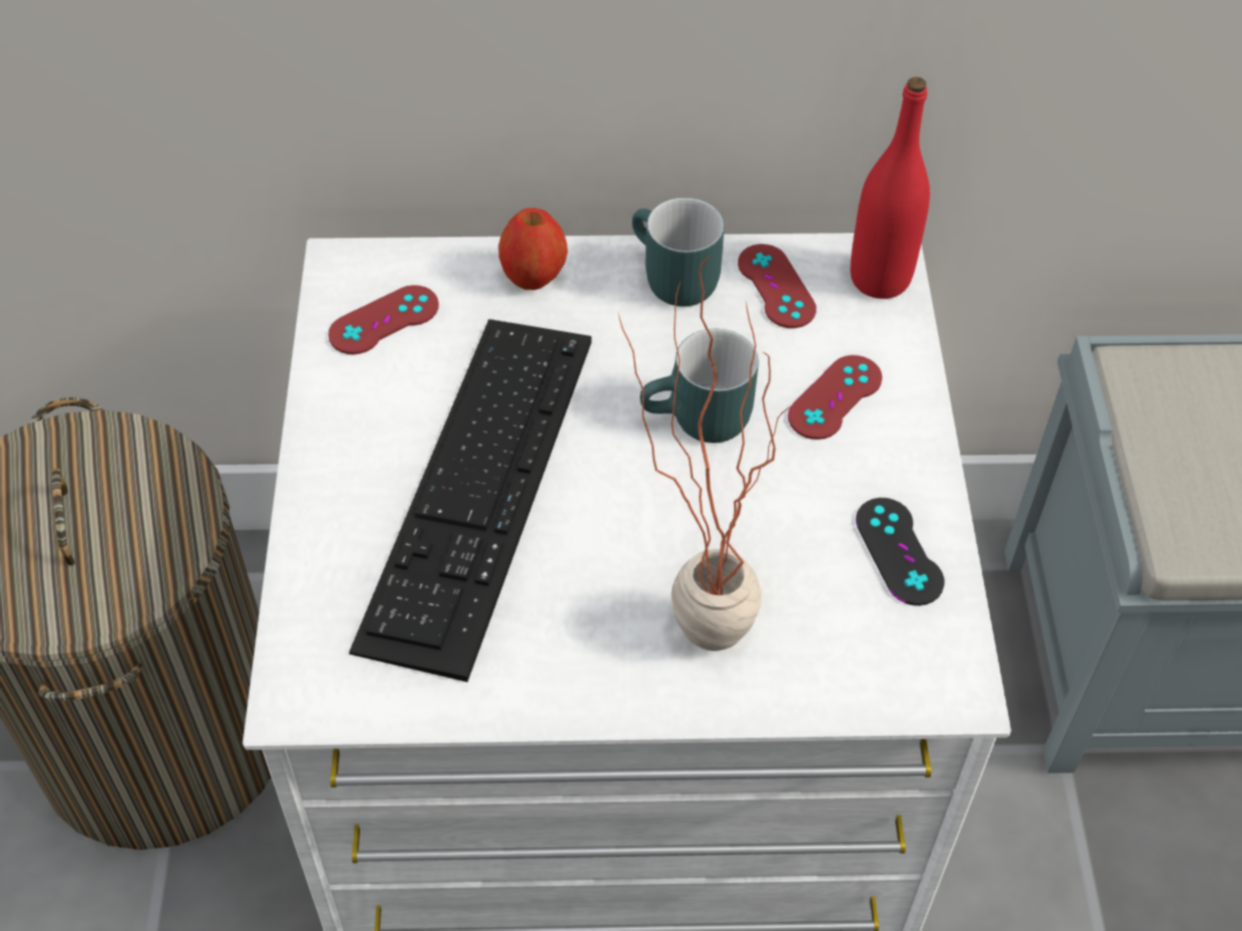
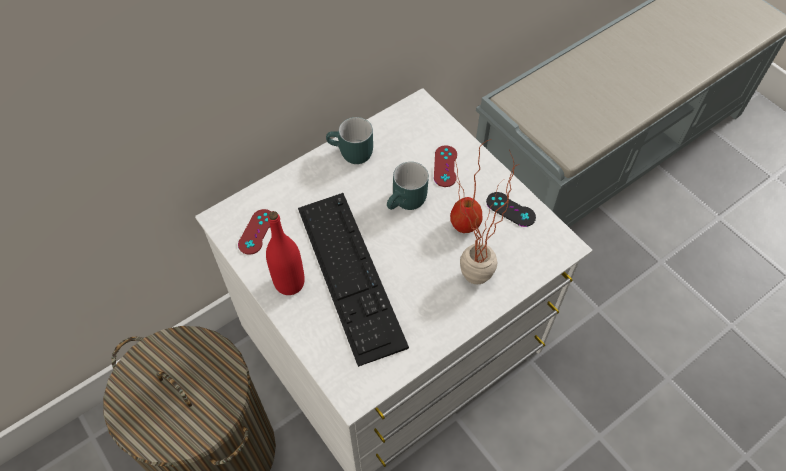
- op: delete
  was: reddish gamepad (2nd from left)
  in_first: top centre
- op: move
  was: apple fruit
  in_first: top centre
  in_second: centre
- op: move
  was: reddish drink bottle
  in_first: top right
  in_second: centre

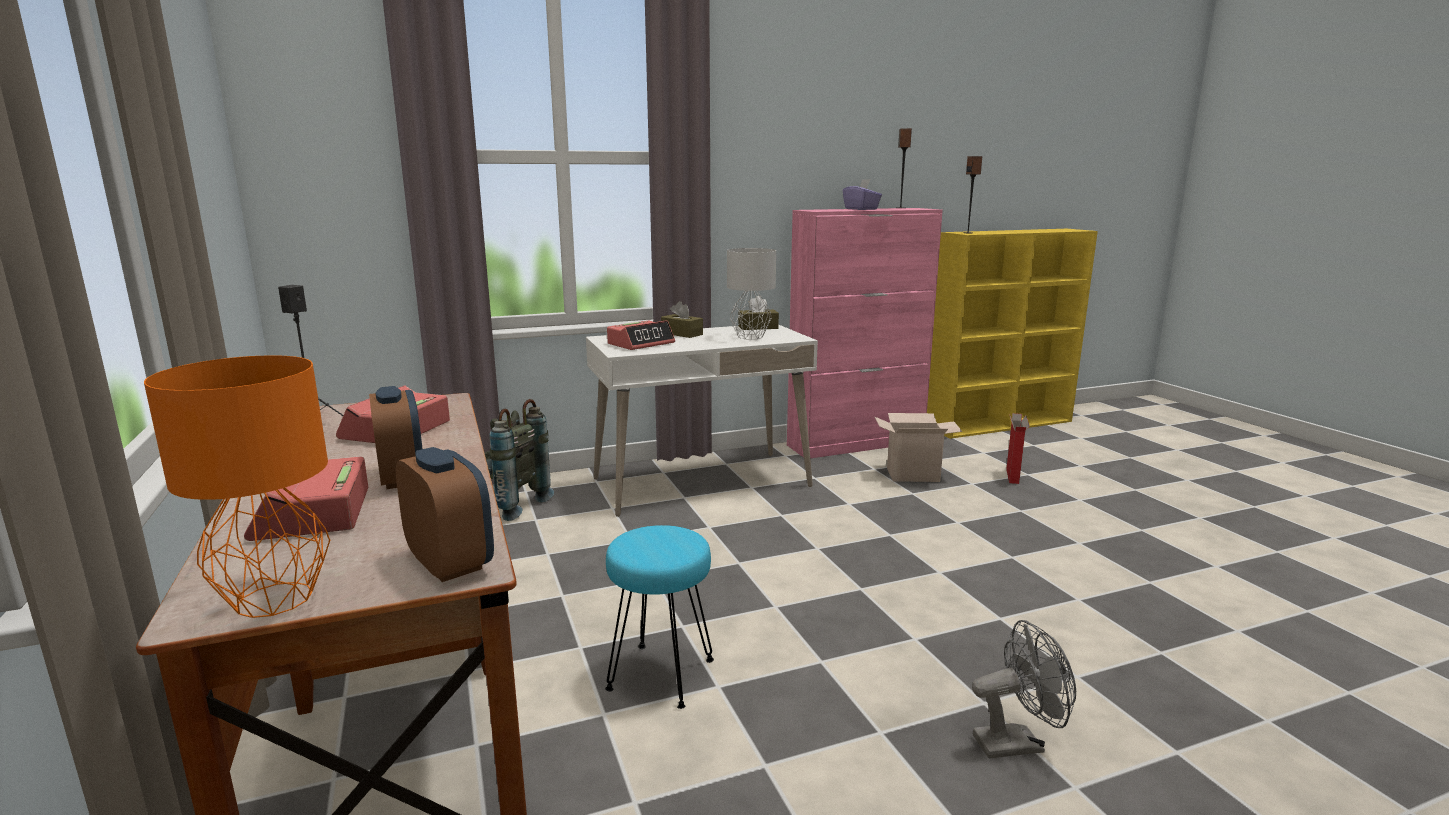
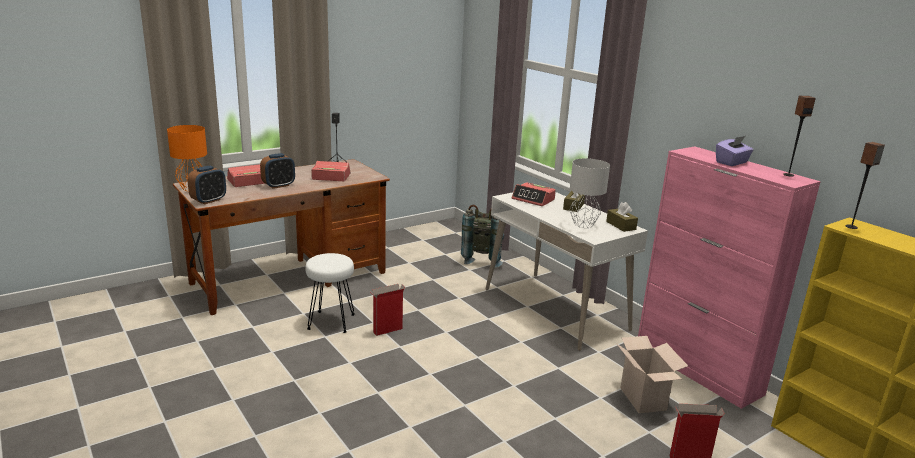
- op: delete
  was: greyish electric fan
  in_first: bottom right
- op: insert
  now: packing box (1st from left)
  in_second: bottom centre
- op: recolor
  was: turquoise sitting stool
  now: white sitting stool
  in_first: bottom centre
  in_second: centre

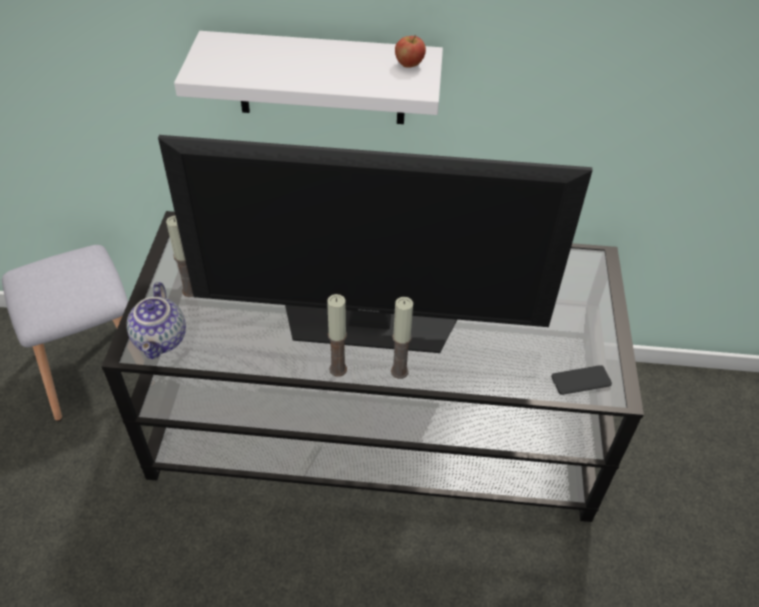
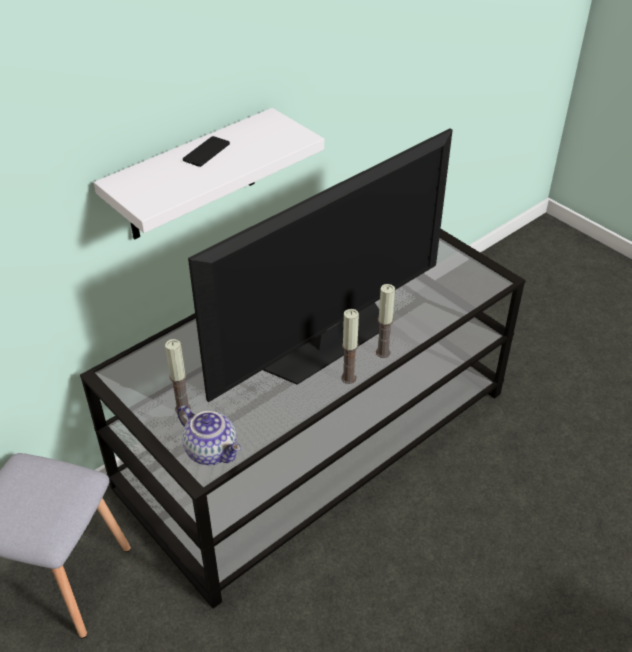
- op: delete
  was: apple fruit
  in_first: top centre
- op: move
  was: handset
  in_first: middle right
  in_second: top left

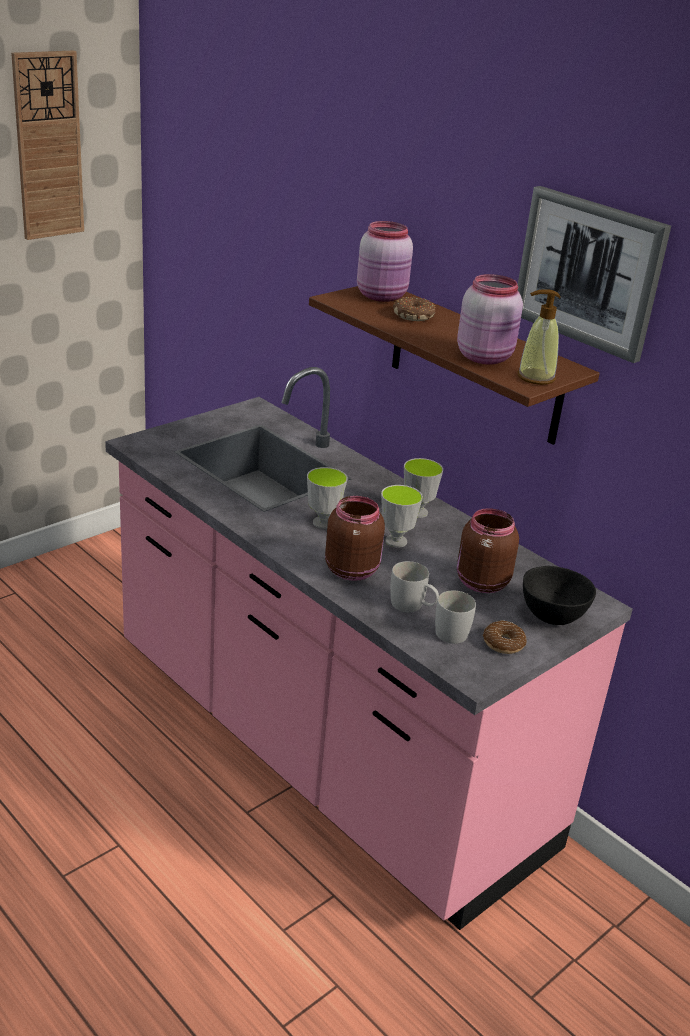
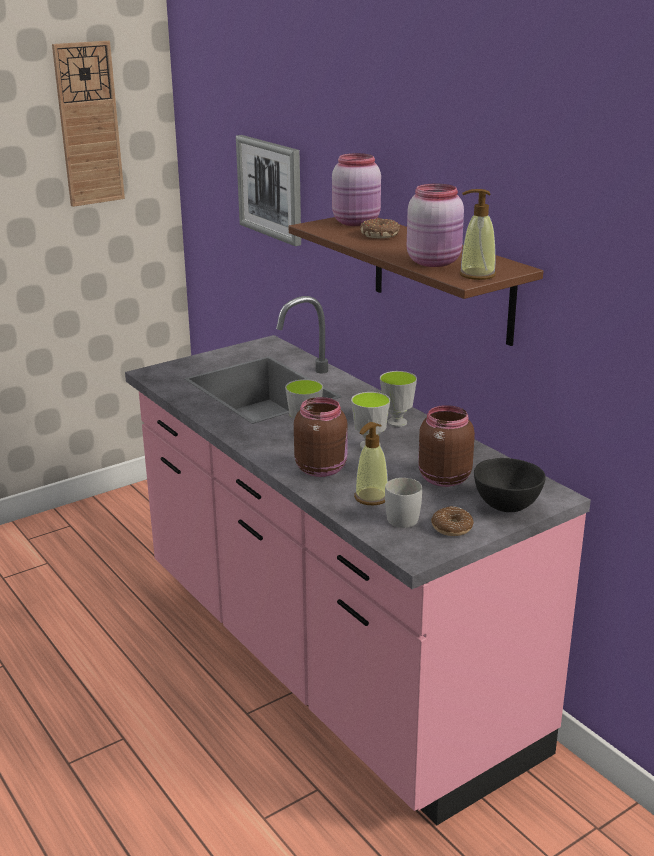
- op: move
  was: picture
  in_first: top right
  in_second: top centre
- op: replace
  was: white mug (1st from left)
  now: soap bottle (1st from left)
  in_first: centre
  in_second: centre

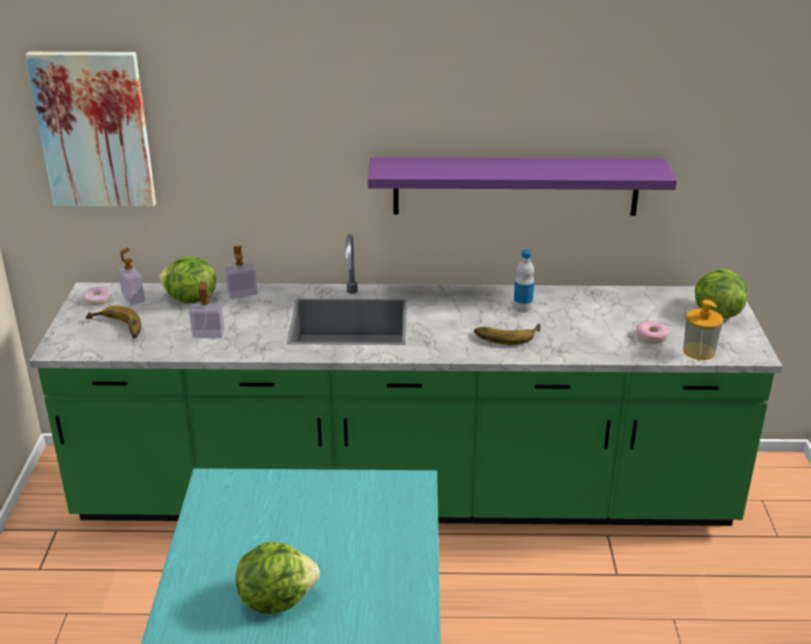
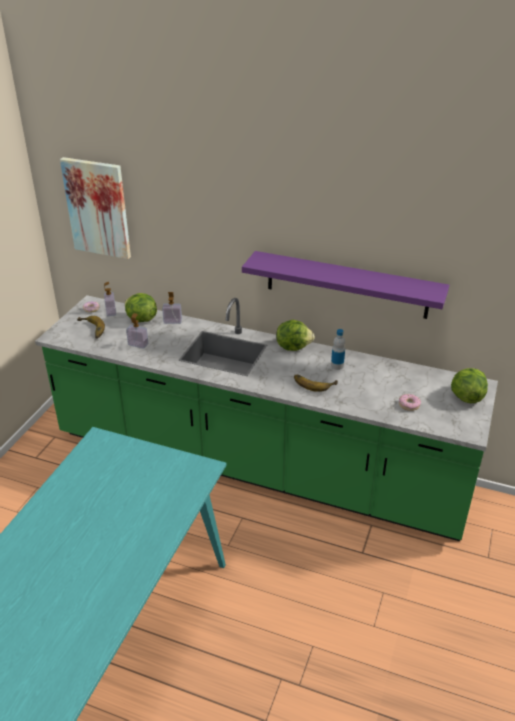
- op: delete
  was: soap bottle (4th from left)
  in_first: middle right
- op: move
  was: head of lettuce (2nd from left)
  in_first: bottom centre
  in_second: centre

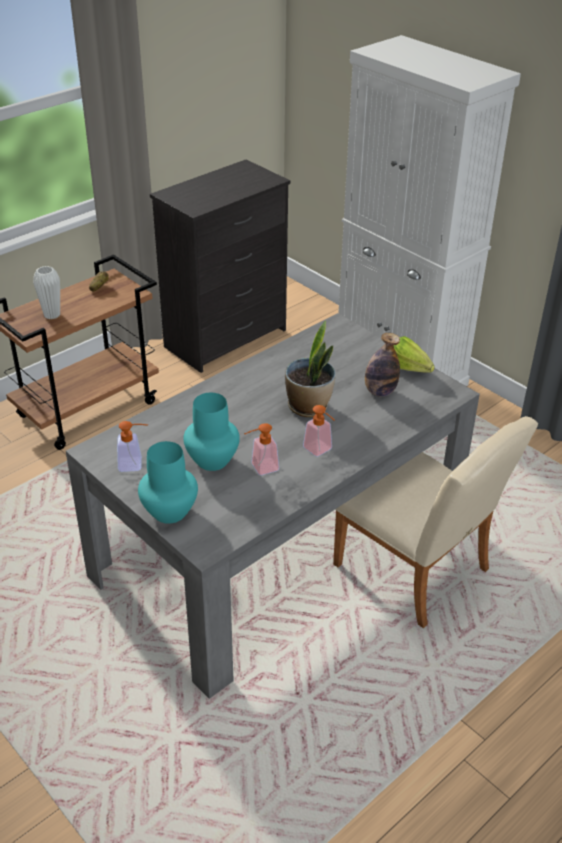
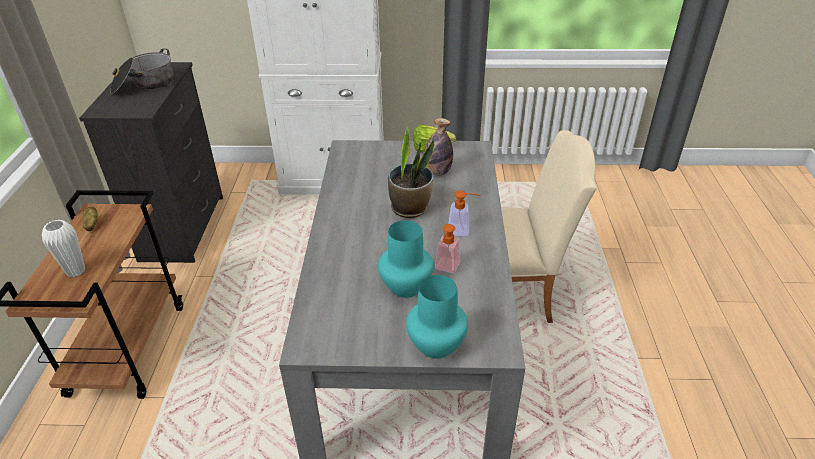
- op: delete
  was: soap bottle (1st from left)
  in_first: middle left
- op: insert
  now: cooking pot
  in_second: top left

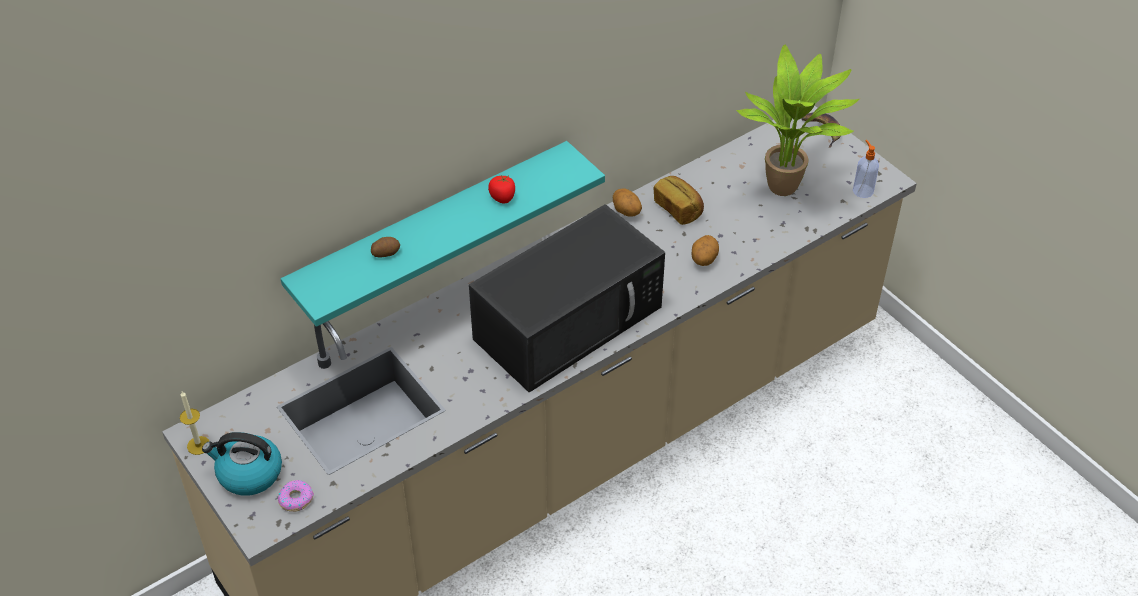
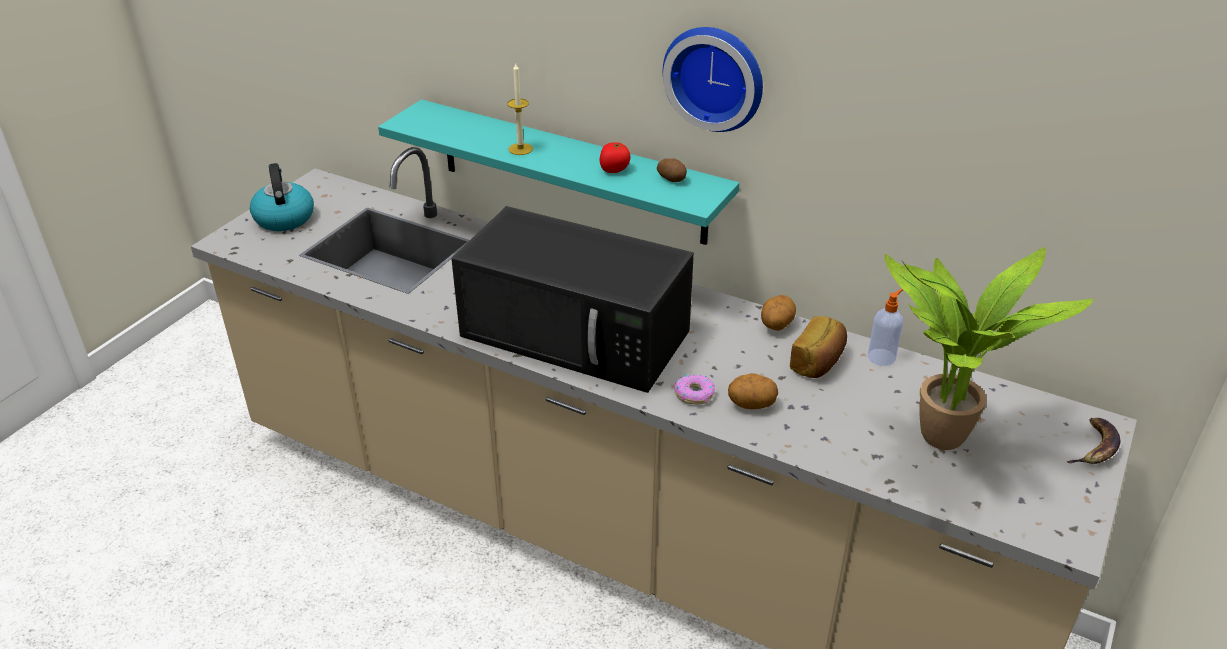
- op: insert
  now: hanging clock
  in_second: top centre
- op: move
  was: wax light
  in_first: bottom left
  in_second: top centre
- op: move
  was: doughnut
  in_first: bottom left
  in_second: centre
- op: move
  was: spud (1st from left)
  in_first: centre
  in_second: top centre
- op: move
  was: soap bottle
  in_first: top right
  in_second: middle right

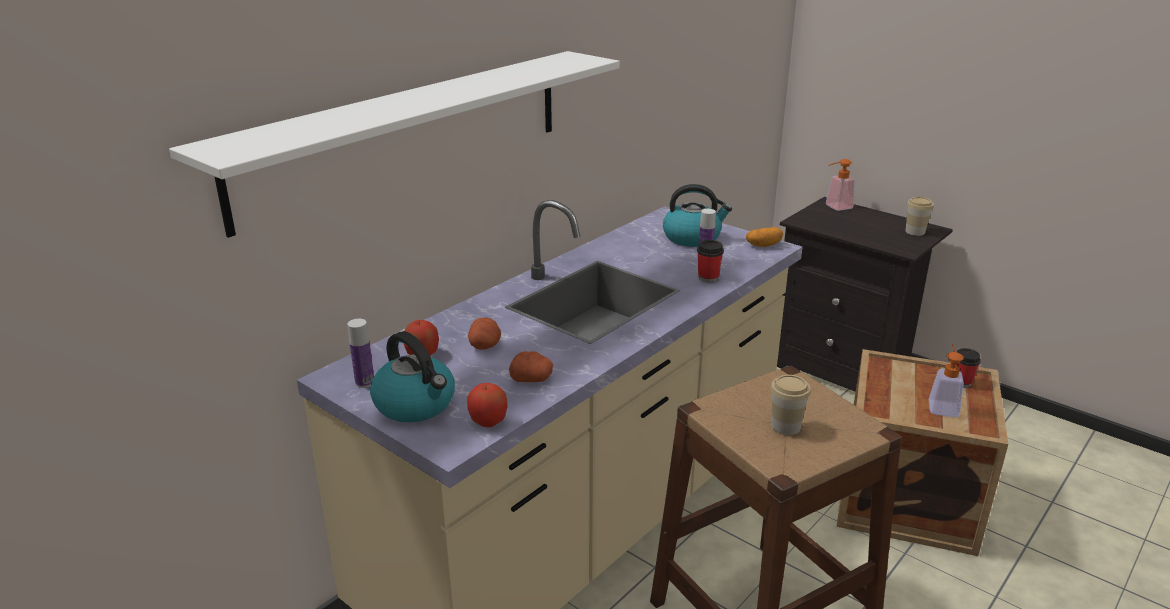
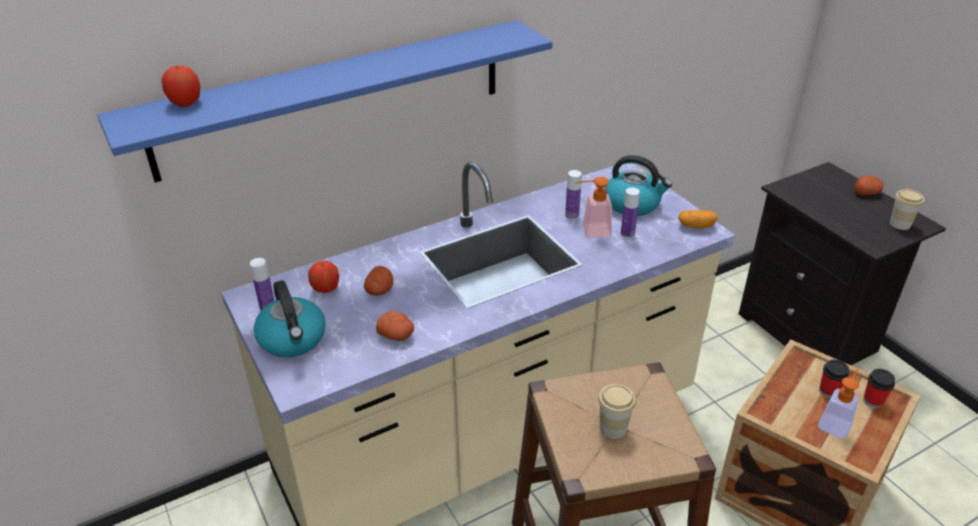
- op: insert
  now: drink bottle (2nd from left)
  in_second: centre
- op: insert
  now: spud (4th from left)
  in_second: middle right
- op: move
  was: apple fruit (2nd from left in the first image)
  now: apple fruit (1st from left)
  in_first: centre
  in_second: top left
- op: move
  was: cup (1st from left in the first image)
  now: cup (2nd from left)
  in_first: centre
  in_second: bottom right
- op: move
  was: soap bottle (1st from left)
  in_first: top right
  in_second: centre
- op: recolor
  was: white wall shelf
  now: bluish wall shelf
  in_first: top centre
  in_second: top left

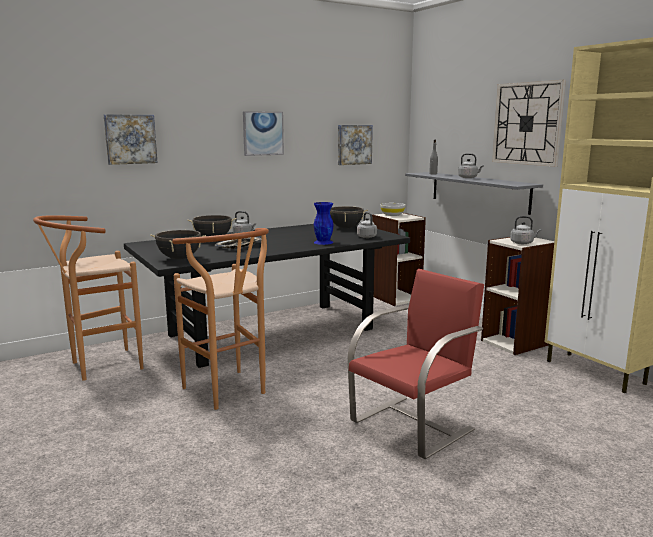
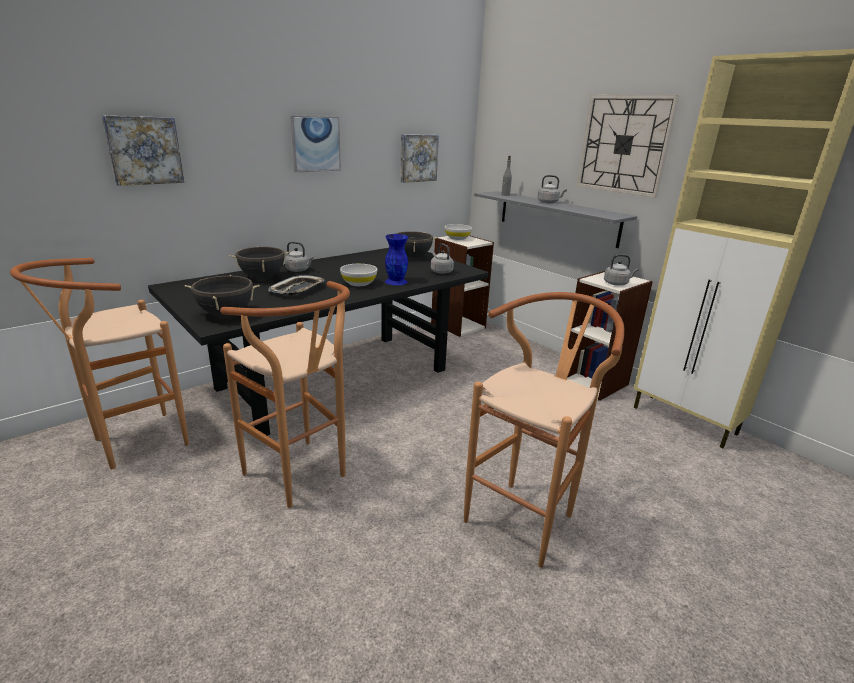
- op: insert
  now: white deep dish (1st from left)
  in_second: centre
- op: replace
  was: reddish plain chair
  now: brownish sitting stool (3rd from left)
  in_first: bottom centre
  in_second: centre

